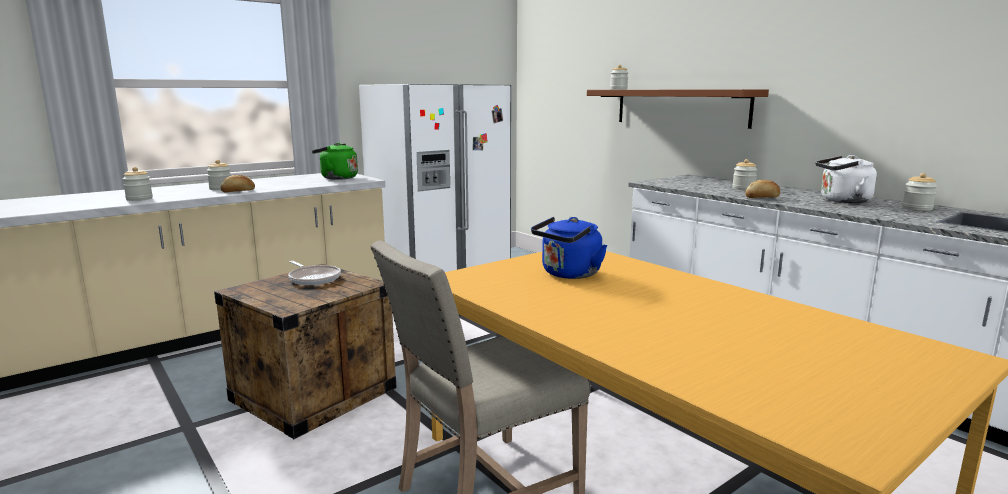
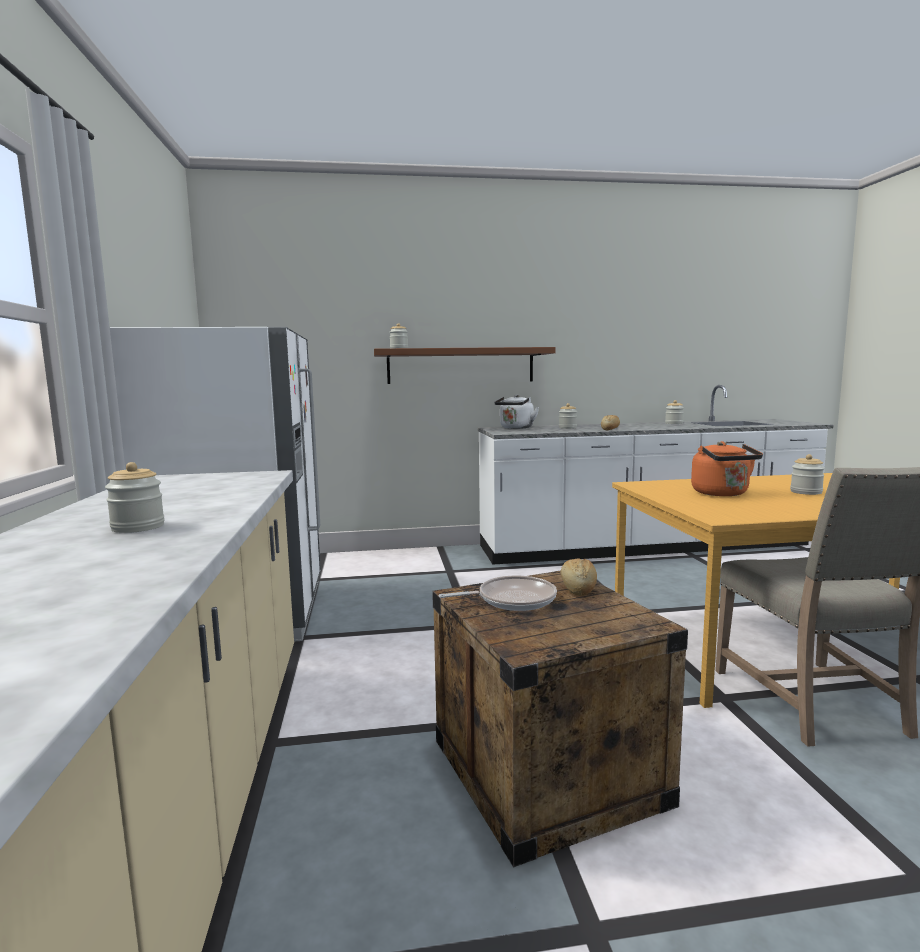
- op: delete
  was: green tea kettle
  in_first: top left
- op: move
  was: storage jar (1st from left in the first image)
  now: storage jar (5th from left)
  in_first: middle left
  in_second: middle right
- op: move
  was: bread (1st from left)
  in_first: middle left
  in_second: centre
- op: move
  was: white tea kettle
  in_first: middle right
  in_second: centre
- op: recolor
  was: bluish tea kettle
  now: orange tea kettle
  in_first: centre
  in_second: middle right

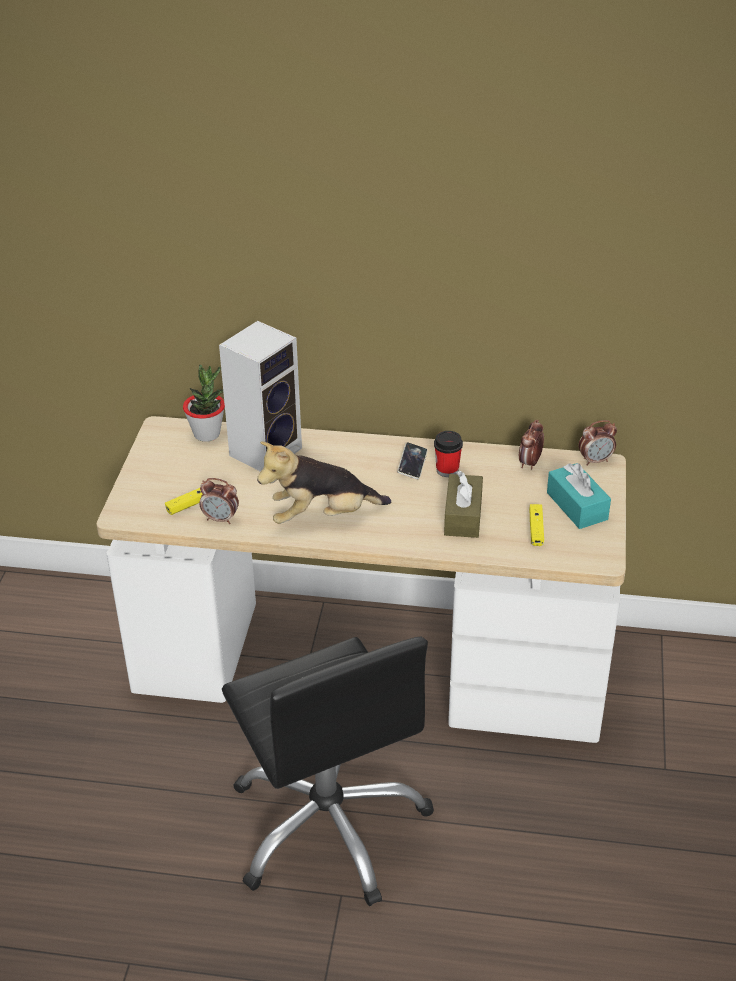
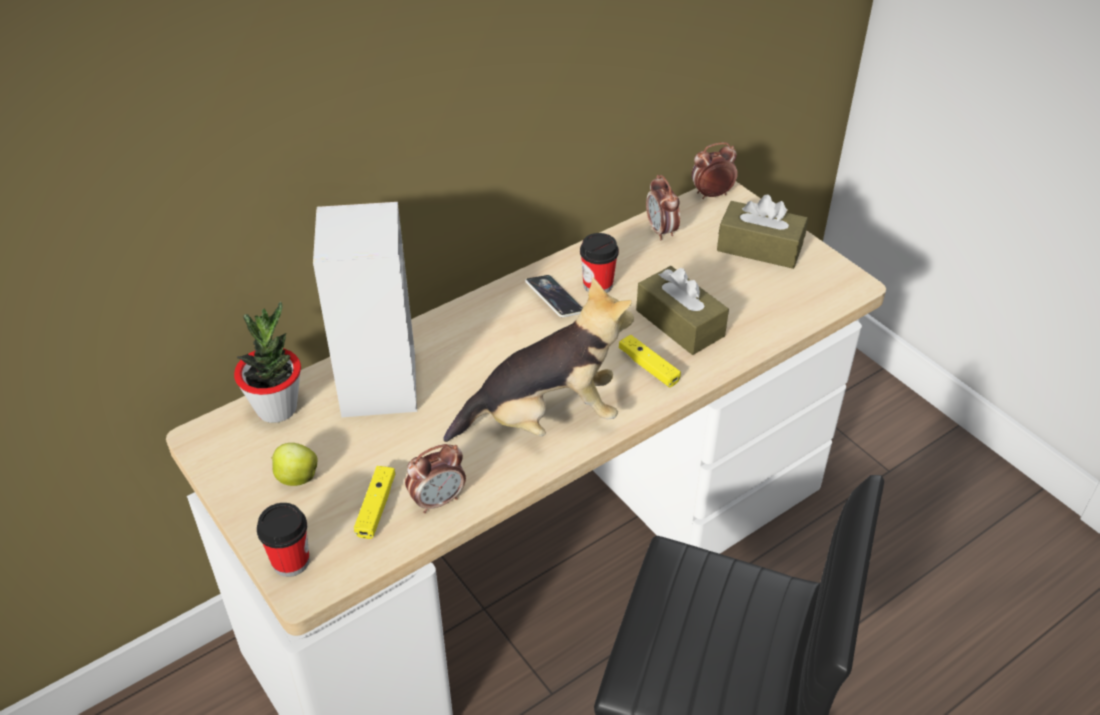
- op: insert
  now: cup (1st from left)
  in_second: bottom left
- op: insert
  now: apple fruit
  in_second: middle left
- op: move
  was: yellow-coloured gamepad (2nd from left)
  in_first: middle right
  in_second: centre
- op: recolor
  was: turquoise tissue box
  now: brownish tissue box (2nd from left)
  in_first: middle right
  in_second: top right
- op: rotate
  was: soft toy
  in_first: centre
  in_second: centre
  clockwise: -135
- op: rotate
  was: table clock (3rd from left)
  in_first: middle right
  in_second: top centre
  clockwise: -135

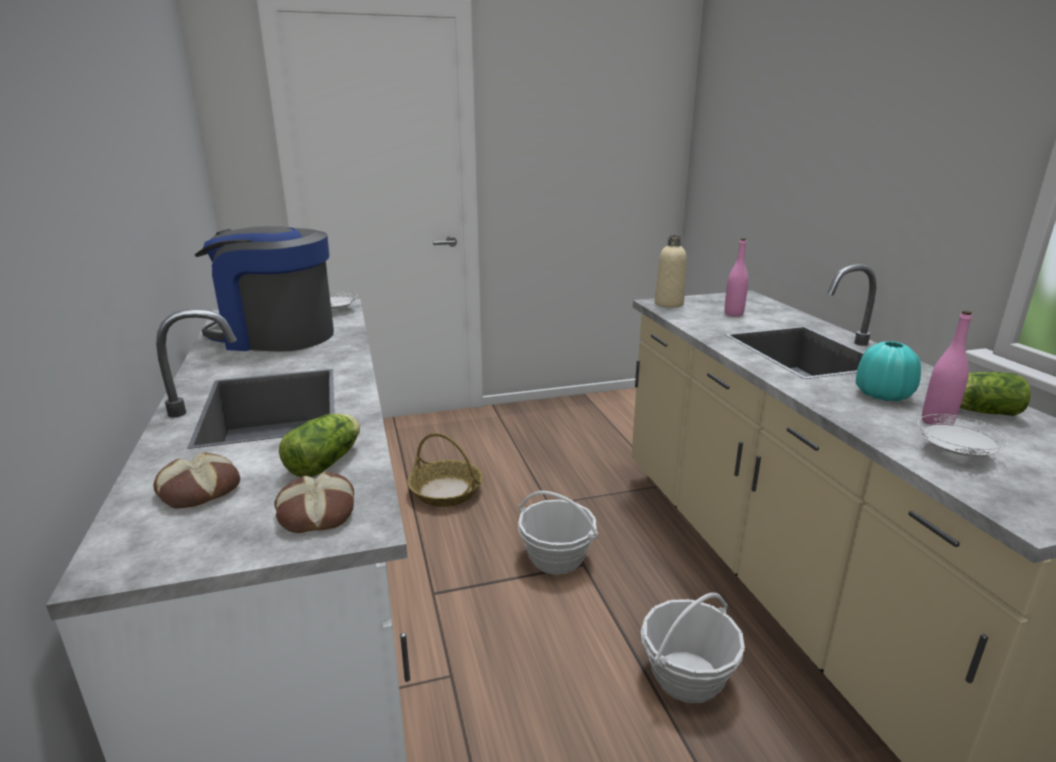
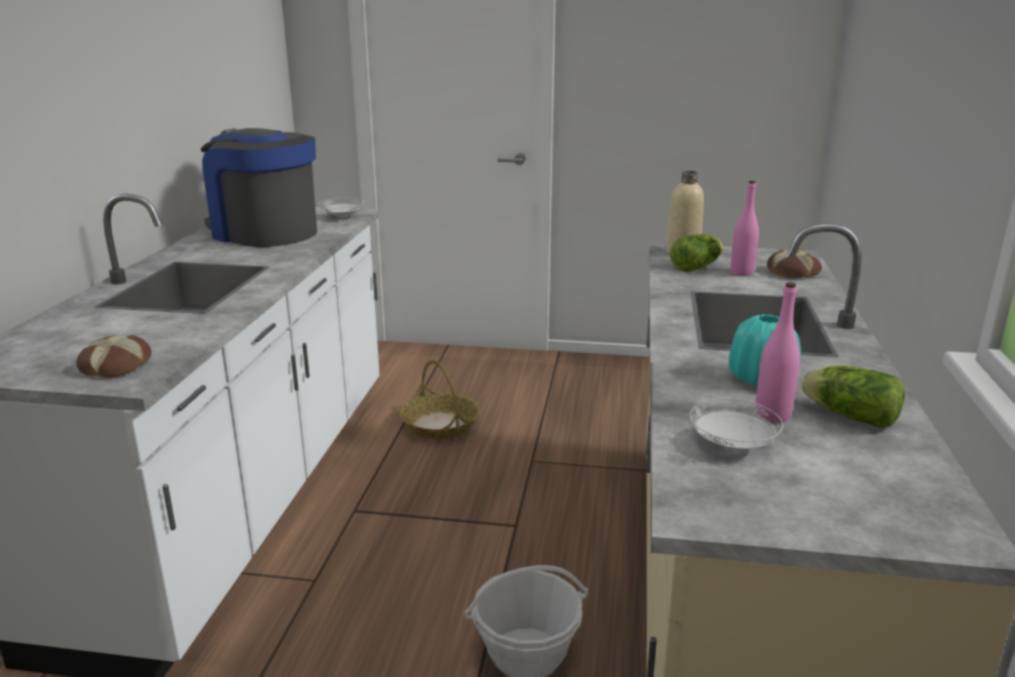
- op: delete
  was: storage basket (2nd from left)
  in_first: bottom centre
- op: move
  was: bread (1st from left in the first image)
  now: bread (2nd from left)
  in_first: middle left
  in_second: middle right
- op: move
  was: head of lettuce (1st from left)
  in_first: middle left
  in_second: middle right

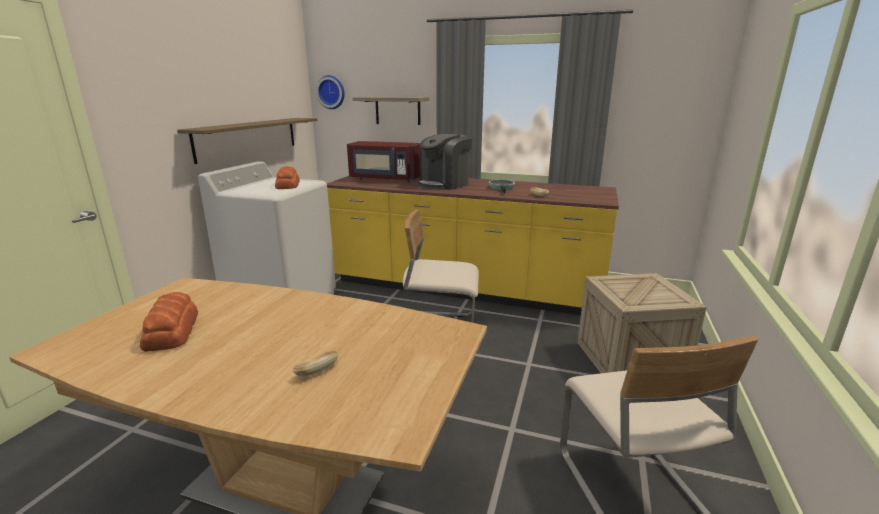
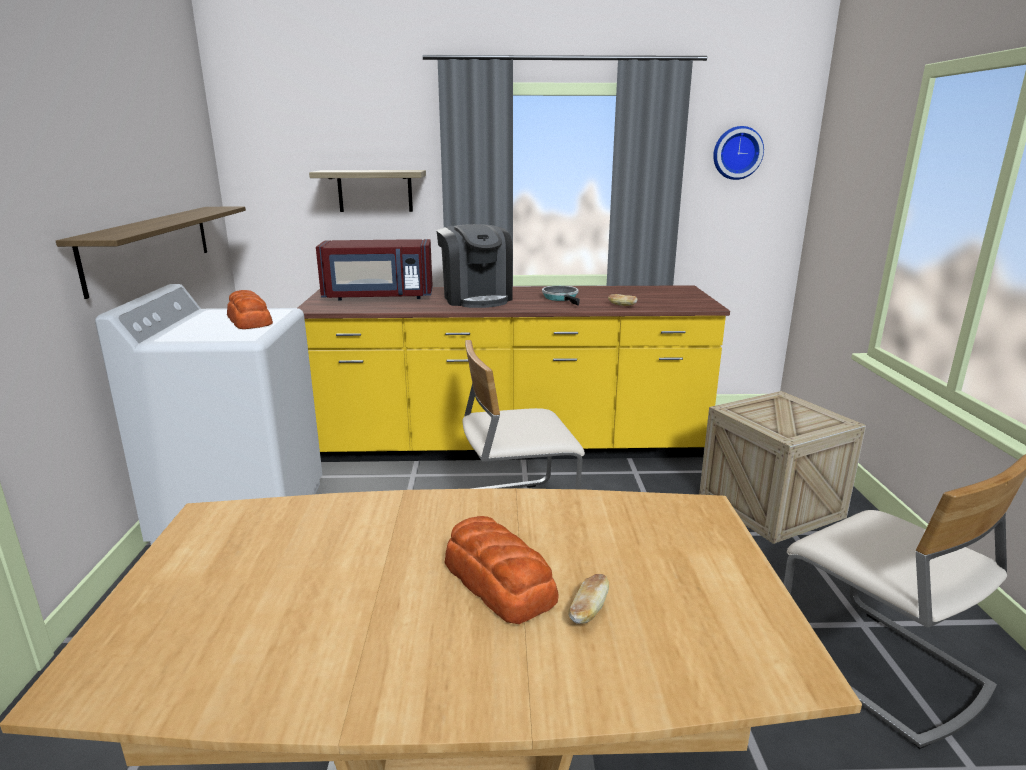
- op: move
  was: bread (1st from left in the first image)
  now: bread (2nd from left)
  in_first: middle left
  in_second: bottom centre
- op: move
  was: hanging clock
  in_first: top centre
  in_second: top right
- op: rotate
  was: coffee maker
  in_first: top centre
  in_second: centre
  clockwise: -45

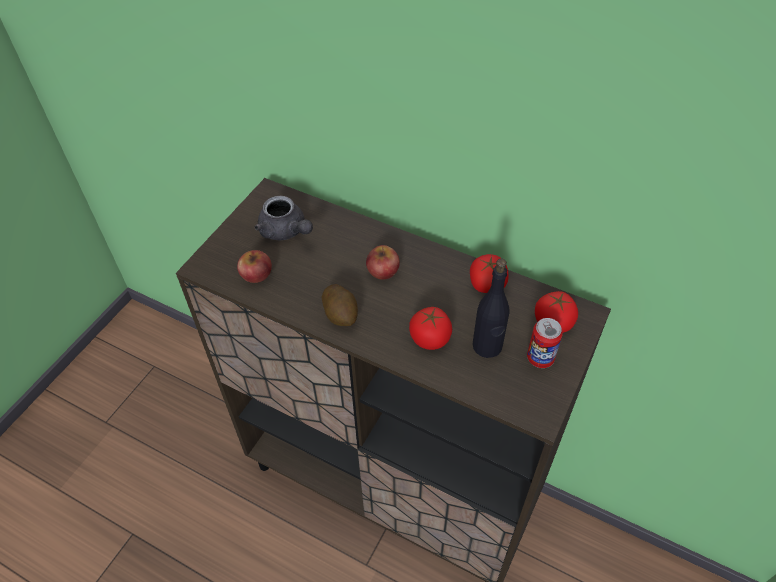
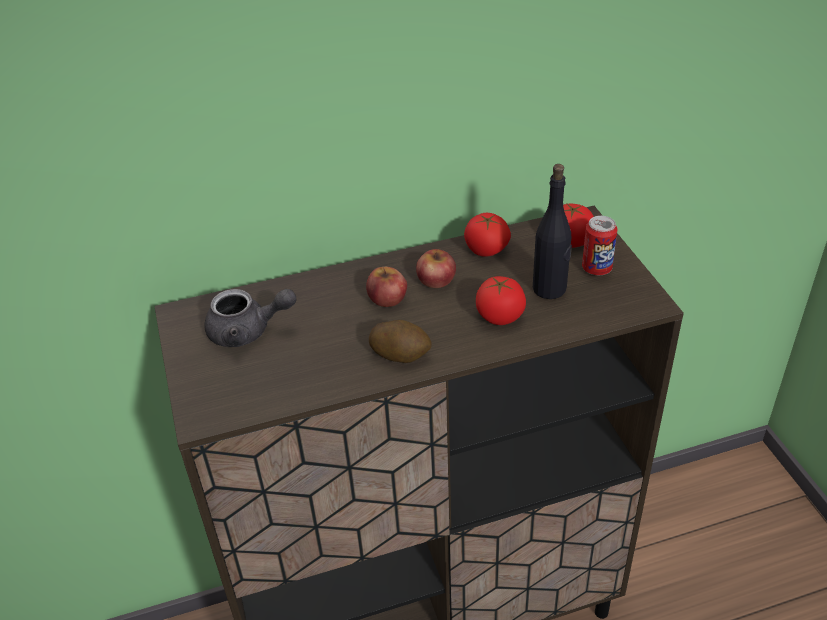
- op: move
  was: apple fruit (1st from left in the first image)
  now: apple fruit (2nd from left)
  in_first: middle left
  in_second: centre

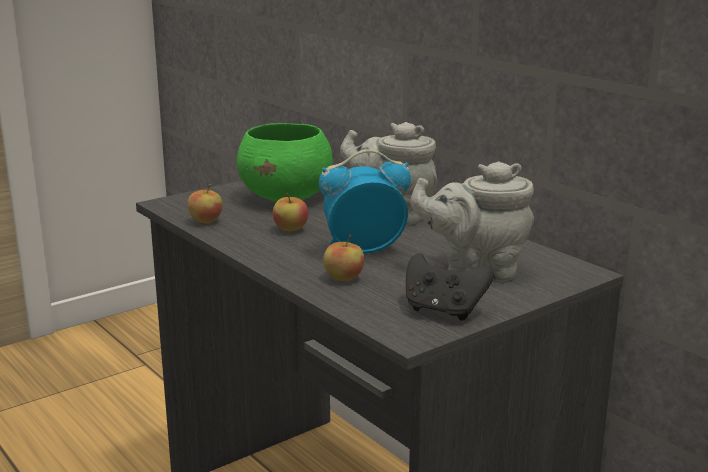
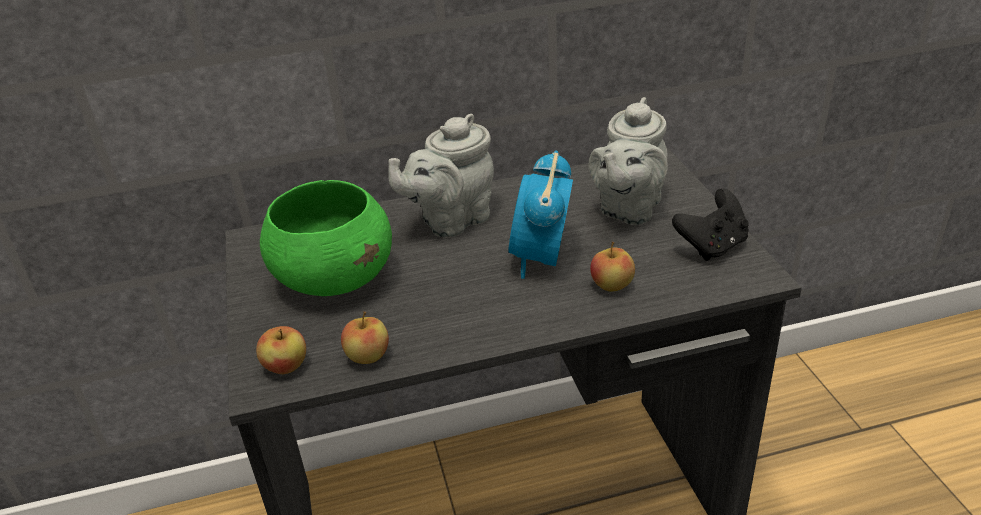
- op: move
  was: apple fruit (2nd from left in the first image)
  now: apple fruit (1st from left)
  in_first: centre
  in_second: bottom left

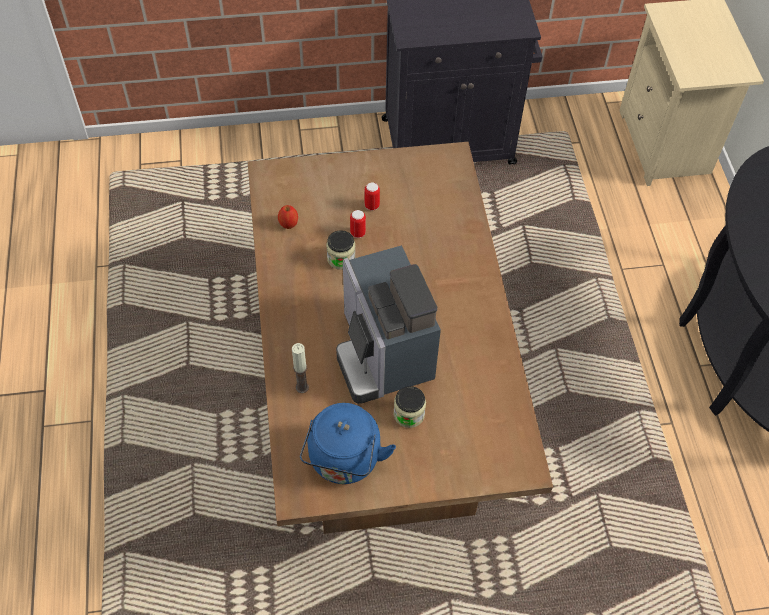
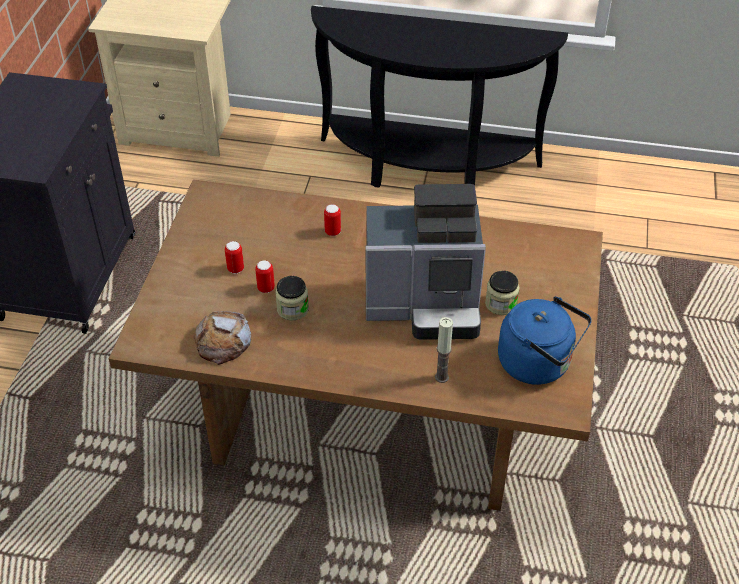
- op: insert
  now: metal can (3rd from left)
  in_second: centre
- op: replace
  was: apple fruit
  now: bread
  in_first: centre
  in_second: middle left

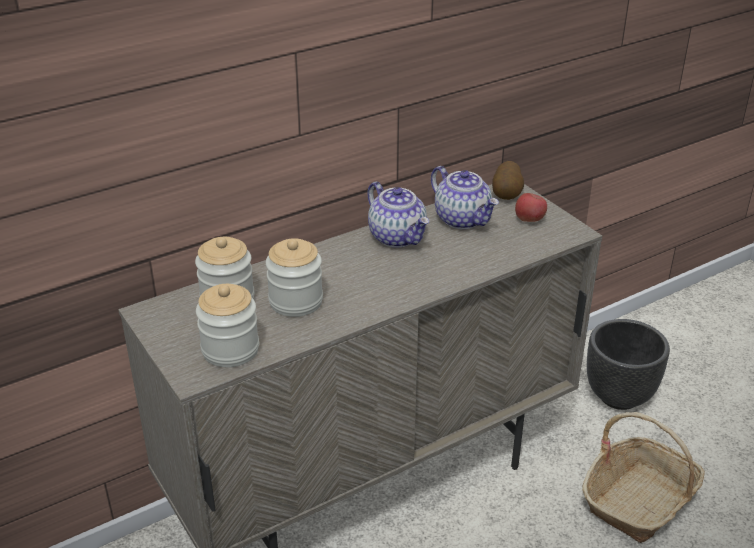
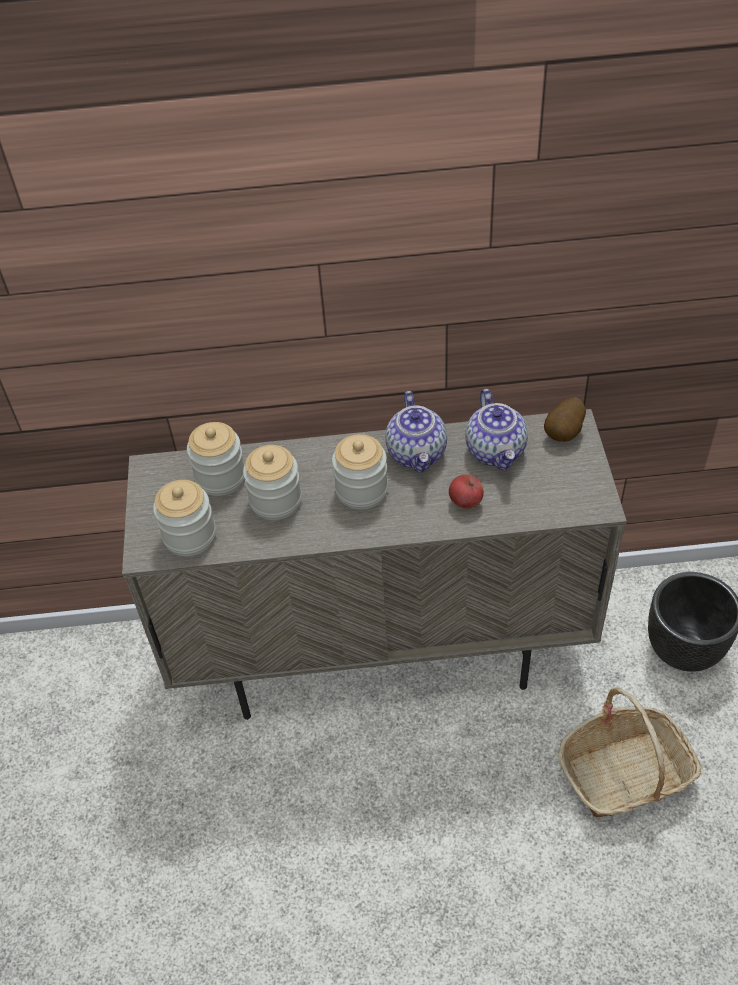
- op: insert
  now: storage jar (4th from left)
  in_second: centre
- op: move
  was: apple fruit
  in_first: middle right
  in_second: centre

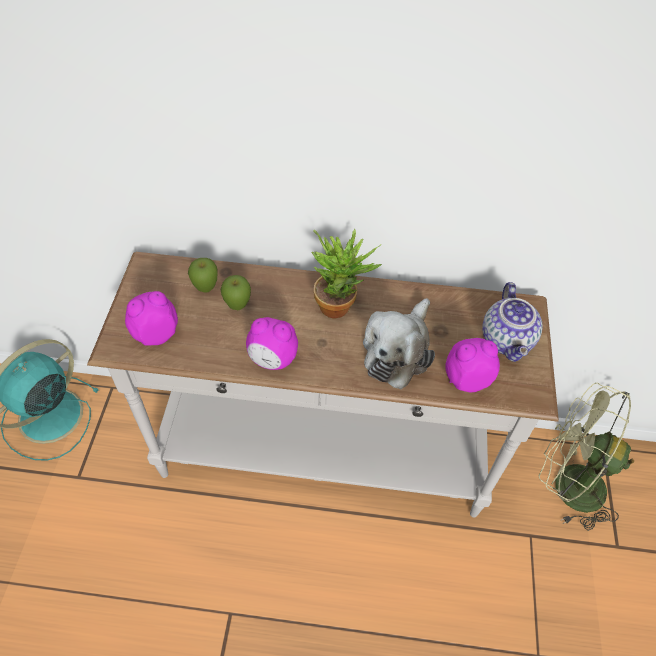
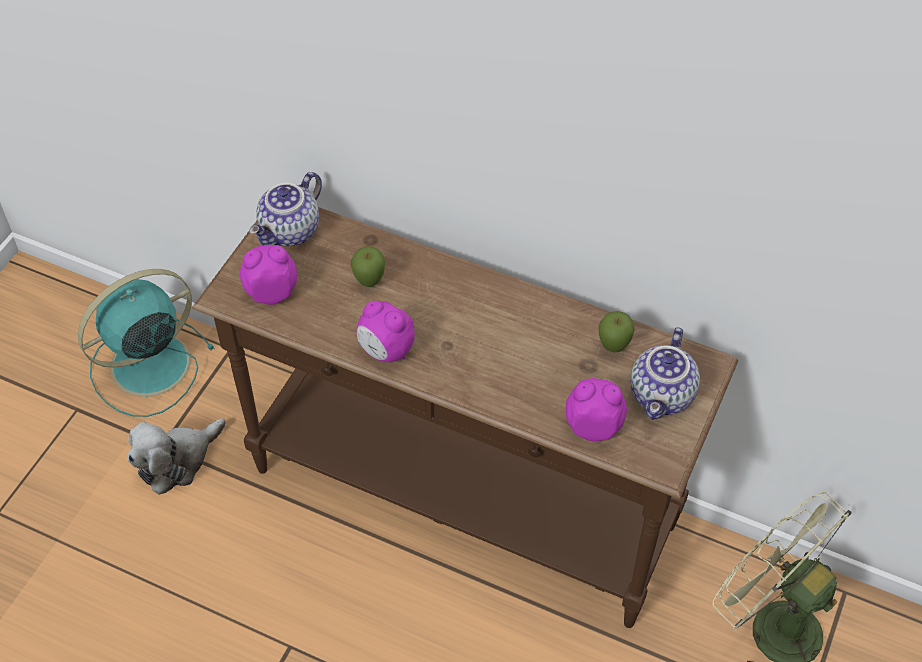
- op: delete
  was: plant in a pot
  in_first: centre
- op: insert
  now: tea pot (1st from left)
  in_second: top left
- op: move
  was: apple fruit (1st from left in the first image)
  now: apple fruit (2nd from left)
  in_first: middle left
  in_second: middle right
- op: move
  was: soft toy
  in_first: centre
  in_second: bottom left
- op: recolor
  was: white console table
  now: brownish console table
  in_first: centre
  in_second: centre

